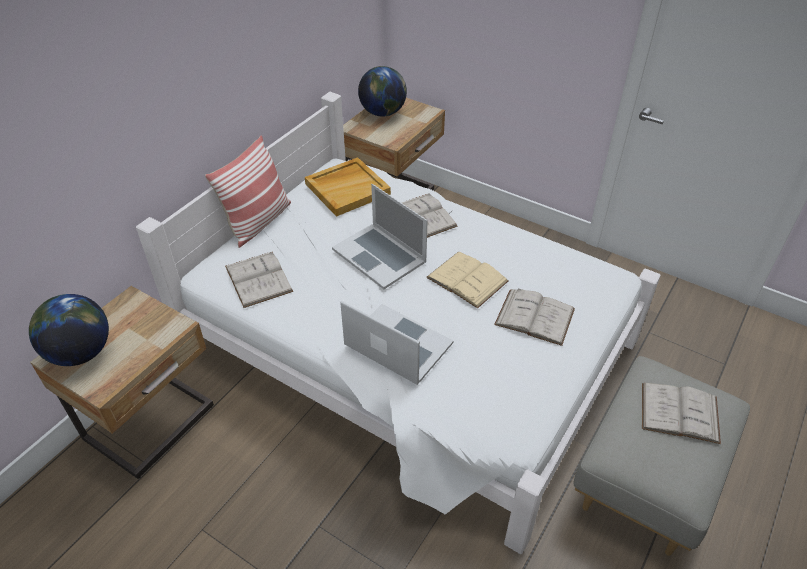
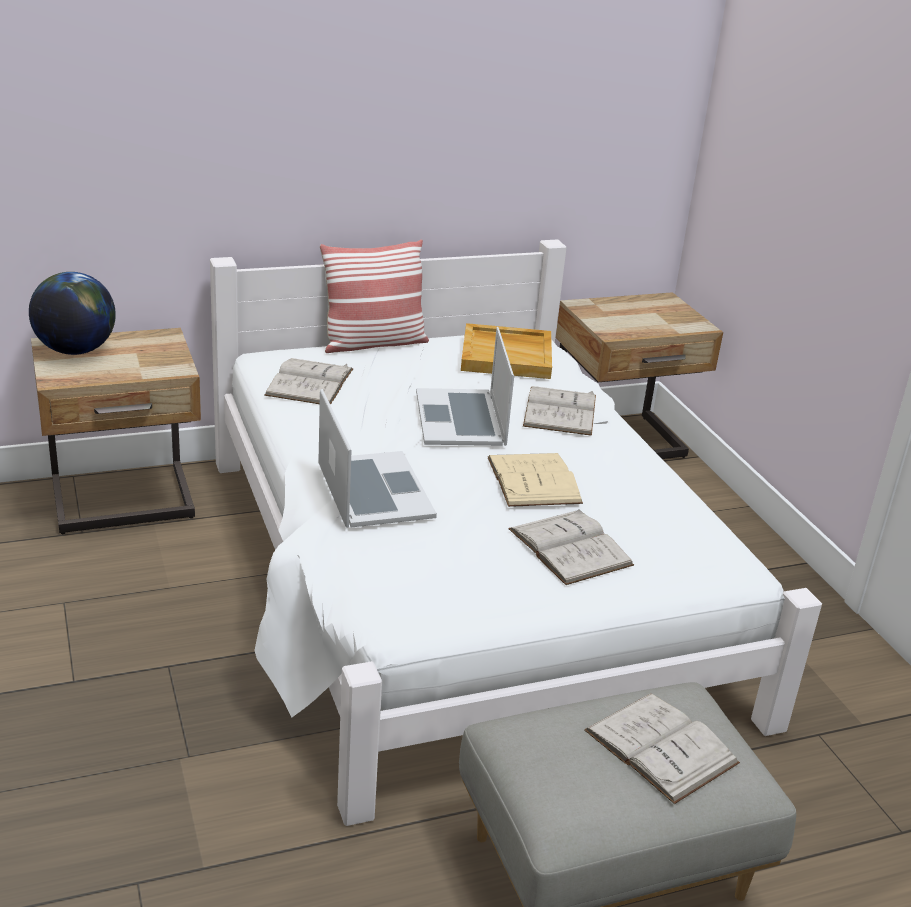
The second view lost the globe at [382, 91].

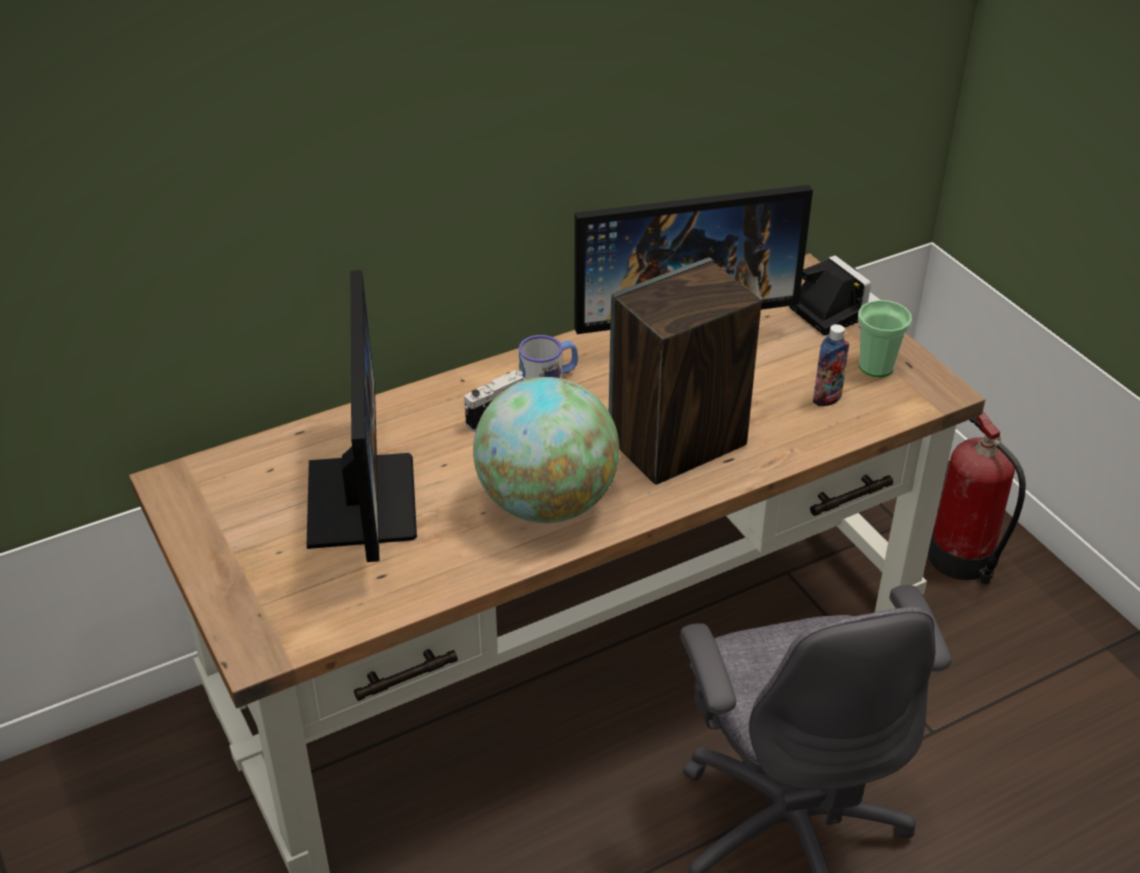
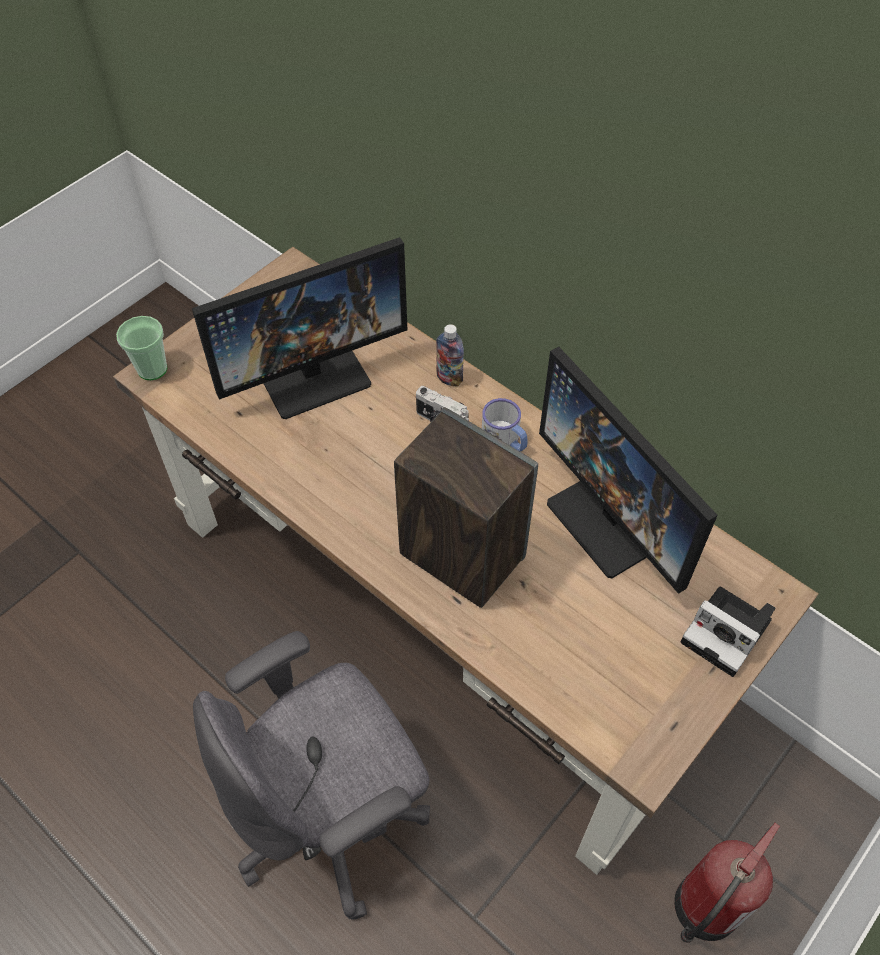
The second view lost the globe at [546, 450]. The photo camera at [834, 295] ended up facing another way, 90 degrees clockwise from before. The bottle ended up elsewhere, having gone from [831, 365] to [450, 355]. The cup ended up elsewhere, having gone from [885, 338] to [141, 348].

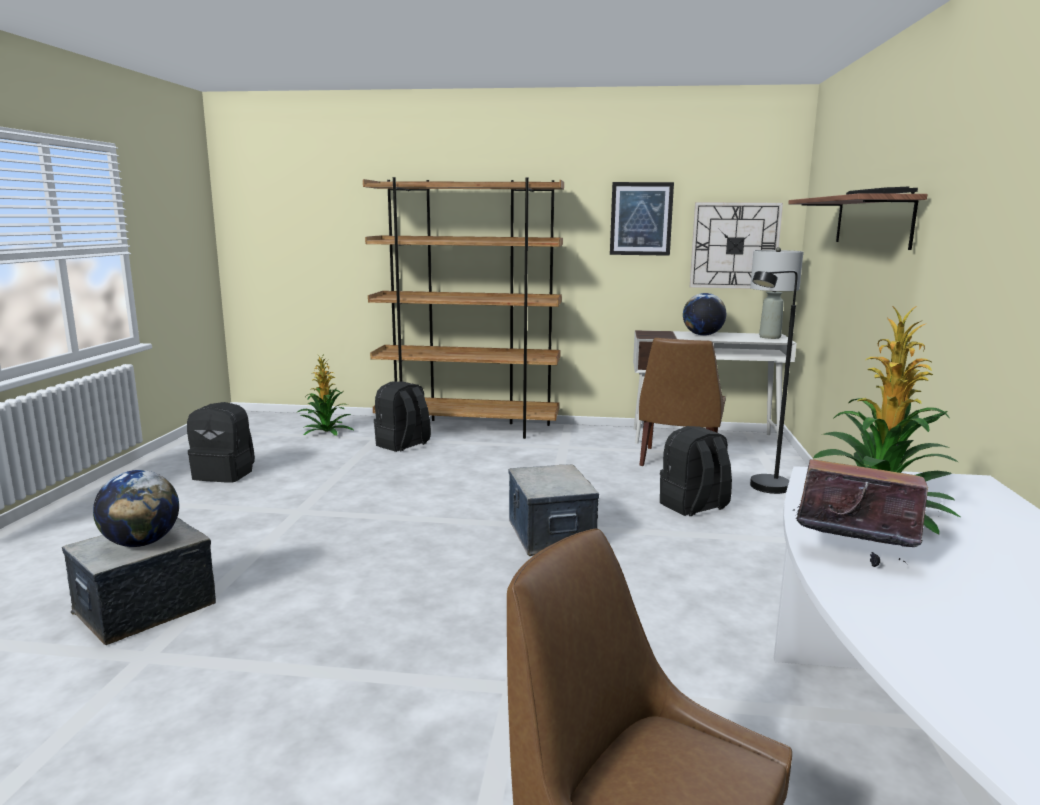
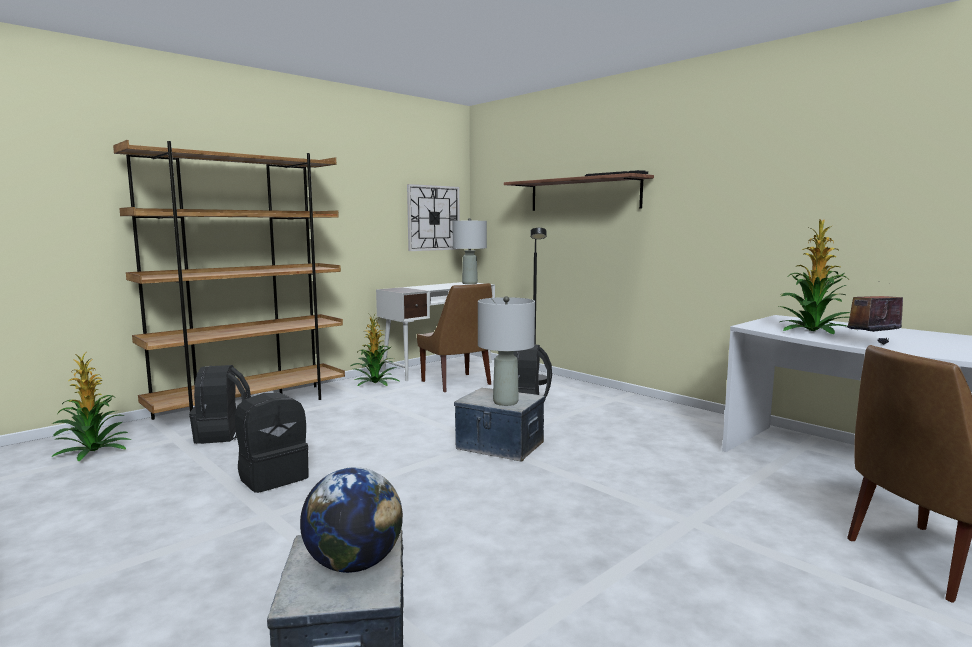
The black backpack ended up elsewhere, having gone from [221, 442] to [272, 443]. The second view lost the picture at [642, 219]. The second view lost the globe at [704, 314]. The second view gained the potted plant at [375, 350]. The second view gained the grey table lamp at [506, 351].

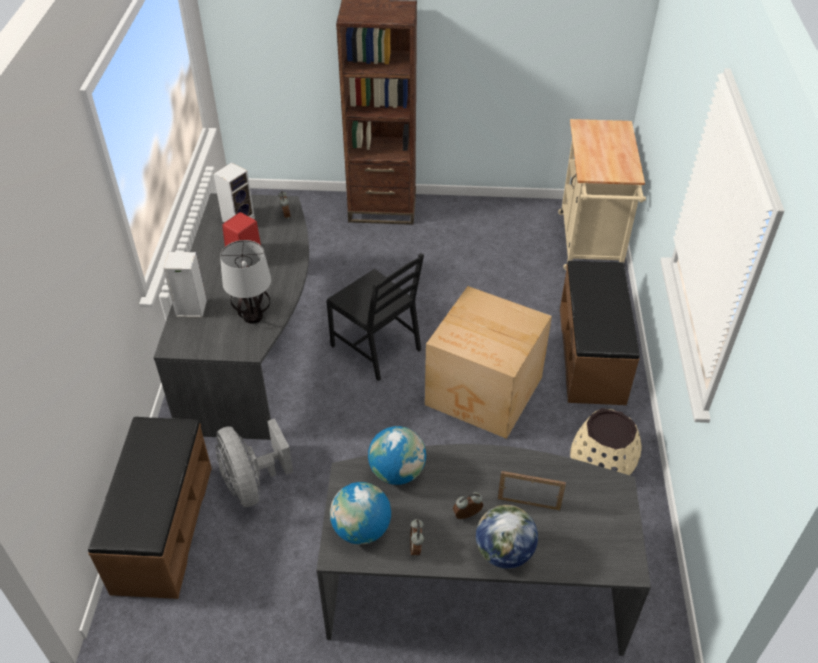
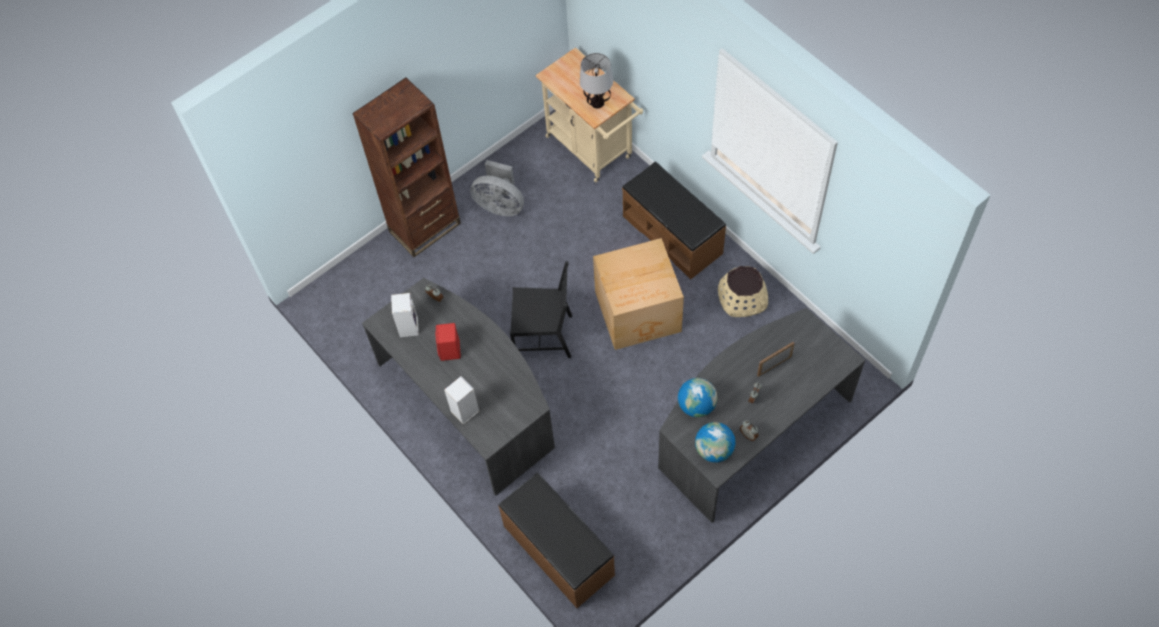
The grey fan ended up elsewhere, having gone from [254, 462] to [497, 188]. The table lamp ended up elsewhere, having gone from [245, 282] to [596, 80]. The second view lost the globe at [507, 537].

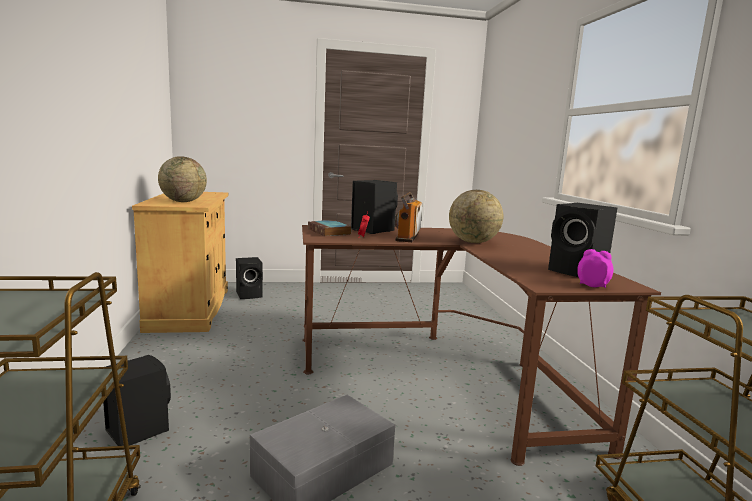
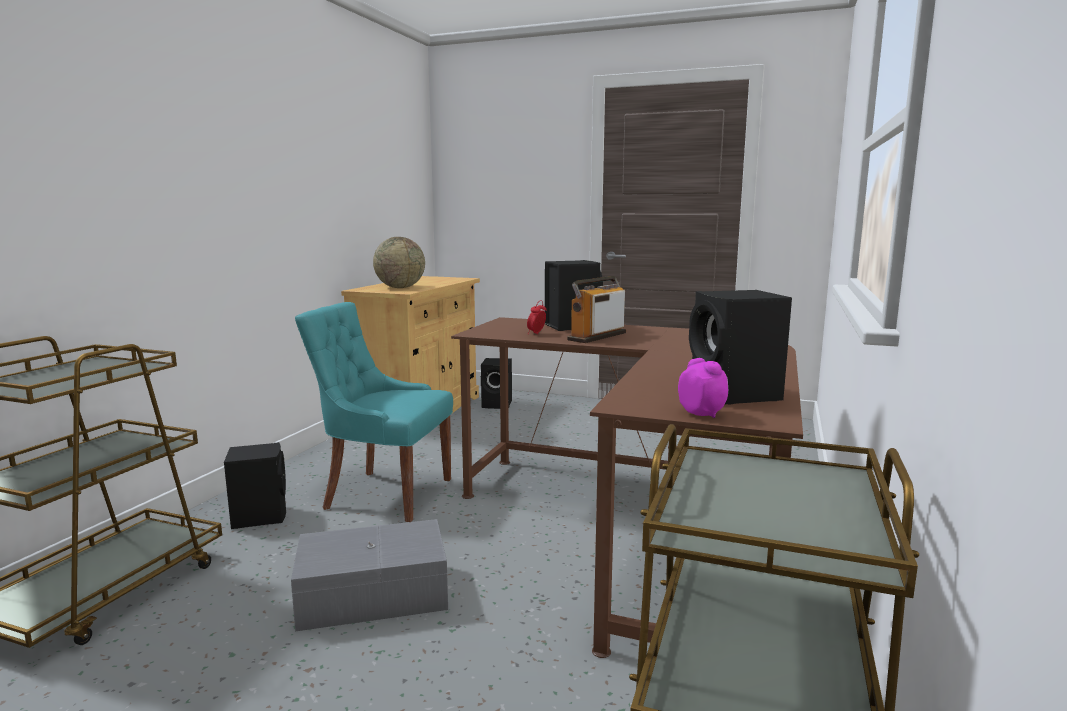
The second view lost the book at [330, 228]. The second view lost the globe at [476, 216]. The second view gained the turquoise chair at [374, 412].

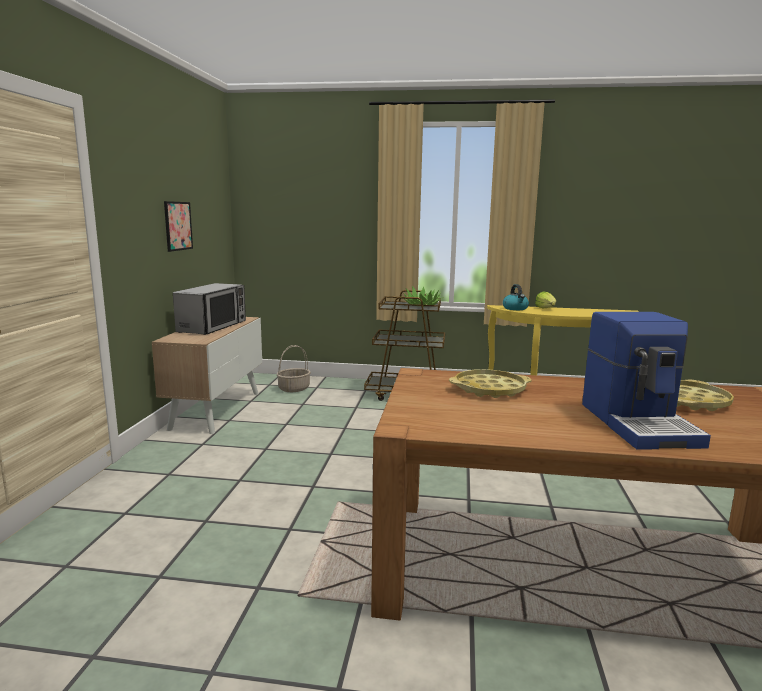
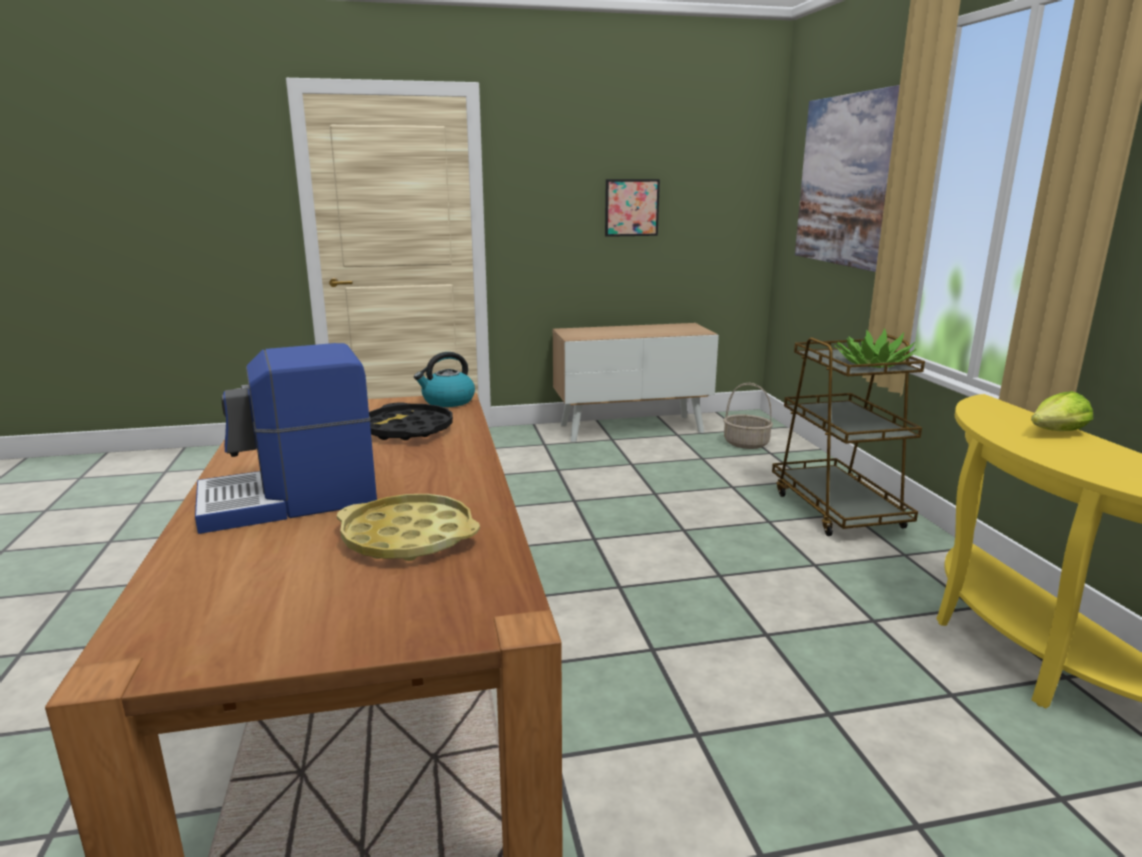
The second view lost the microwave at [209, 309]. What was the yellow tray at [490, 383] turned into the black tray at [411, 421]. The kettle ended up elsewhere, having gone from [516, 297] to [444, 379]. The second view gained the picture at [847, 178].

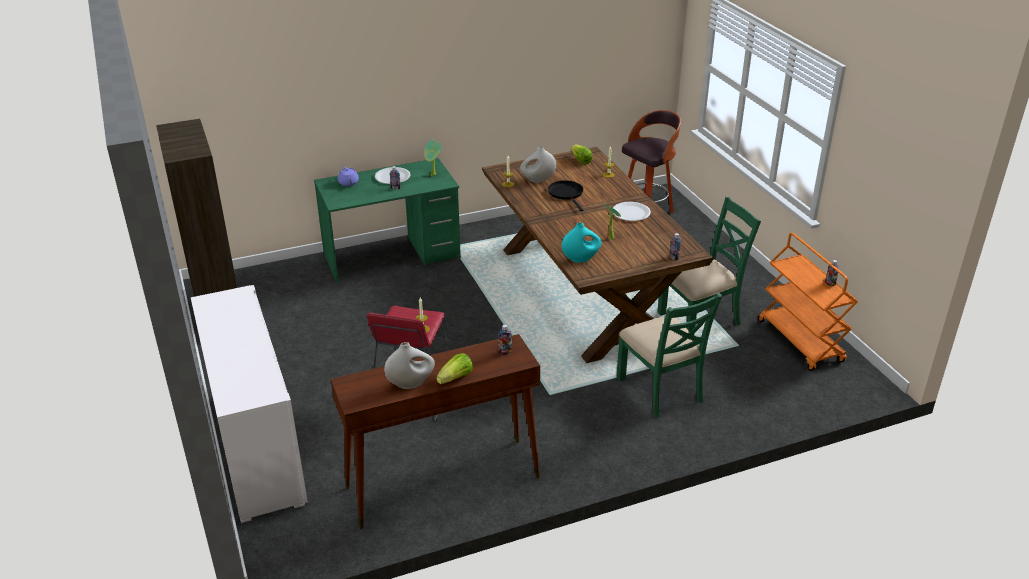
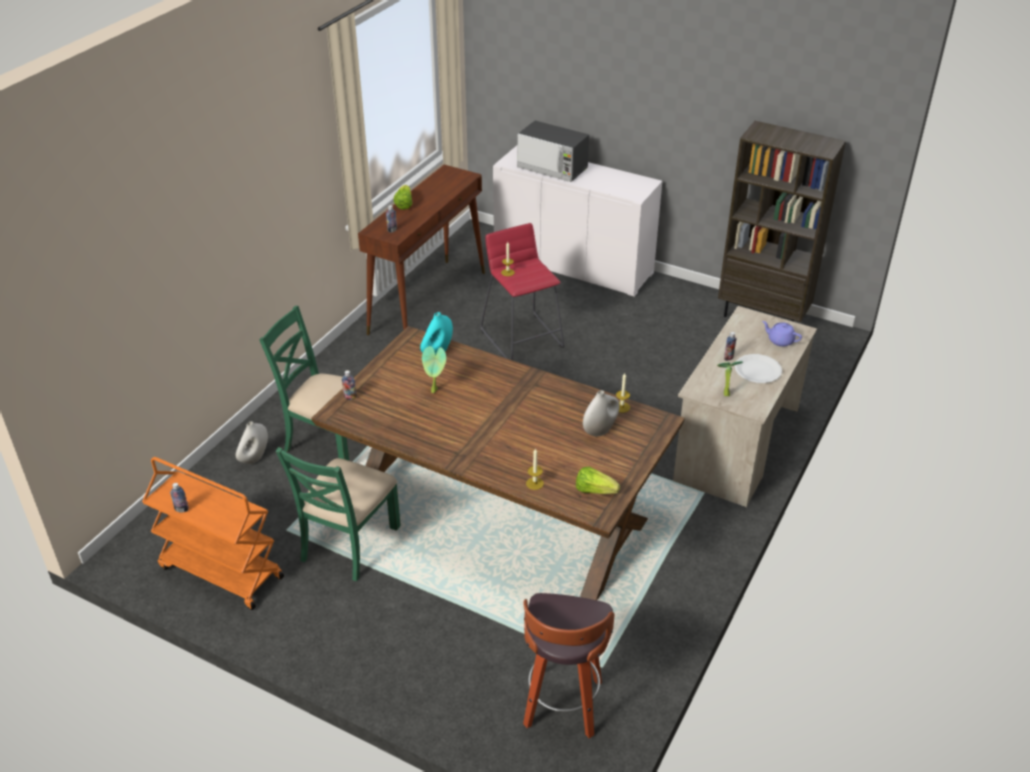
What was the green desk at [387, 221] turned into the beige desk at [745, 406]. The white vase ended up elsewhere, having gone from [409, 365] to [252, 442]. The second view lost the black frying pan at [565, 195]. The second view lost the white plate at [632, 211]. The second view gained the microwave at [553, 151].

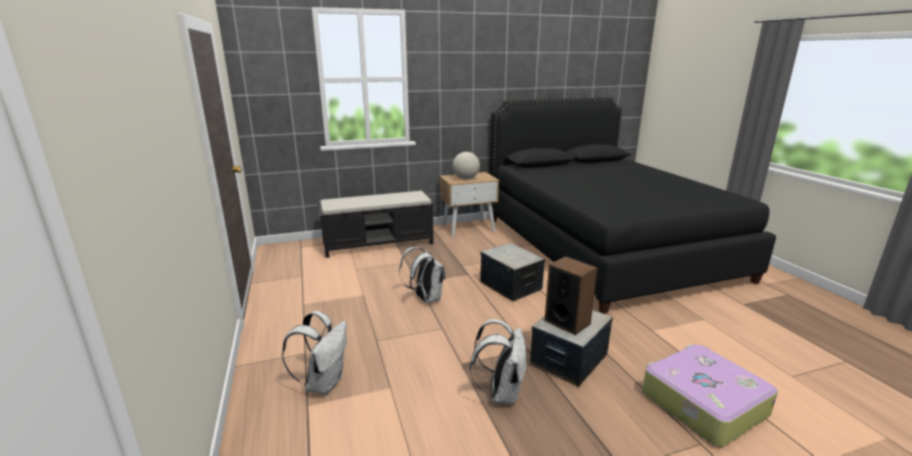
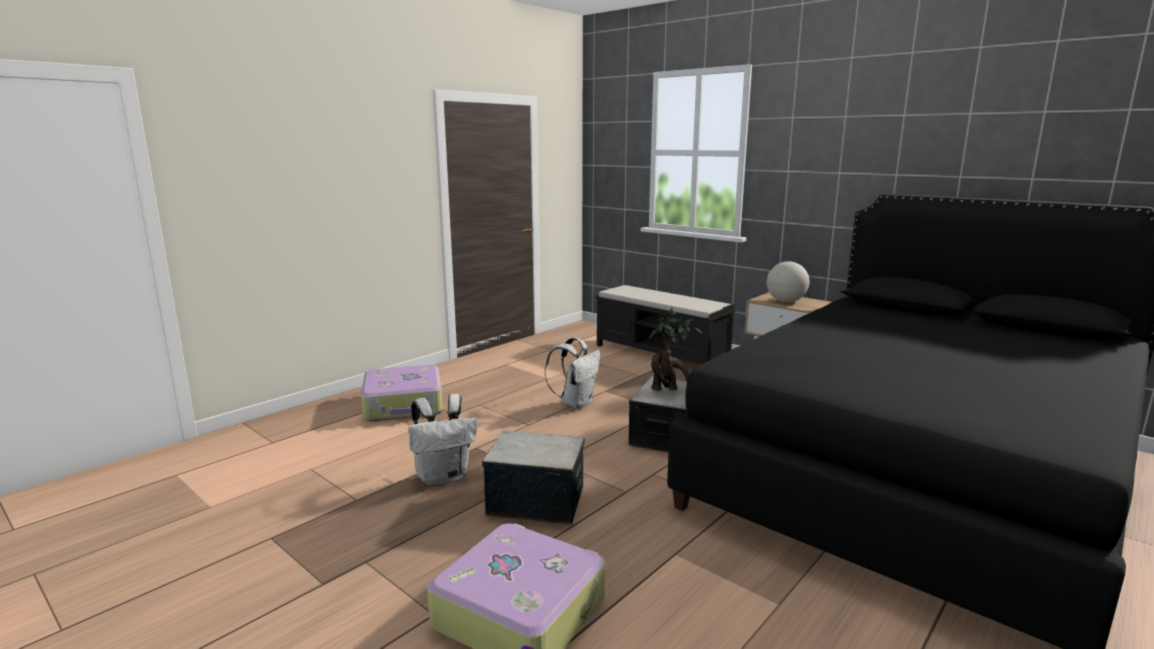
Where the white backpack stood at [314, 353], the suitcase came to stand at [402, 393]. The second view lost the speaker at [571, 295]. The second view gained the potted plant at [676, 349].

